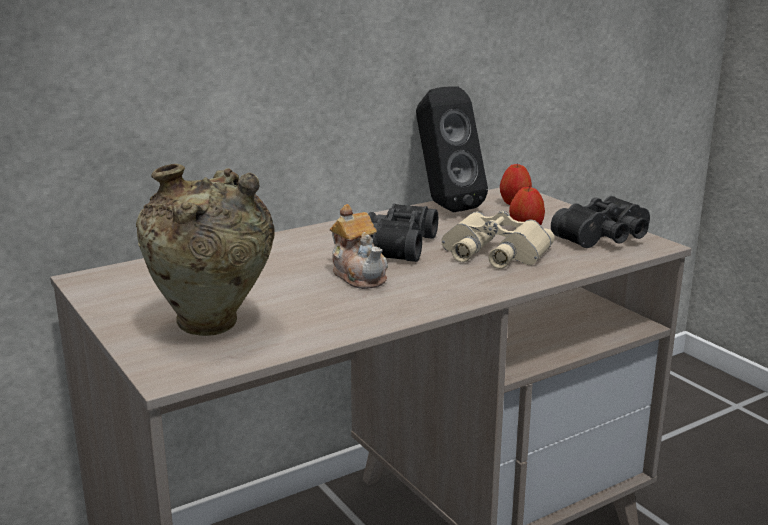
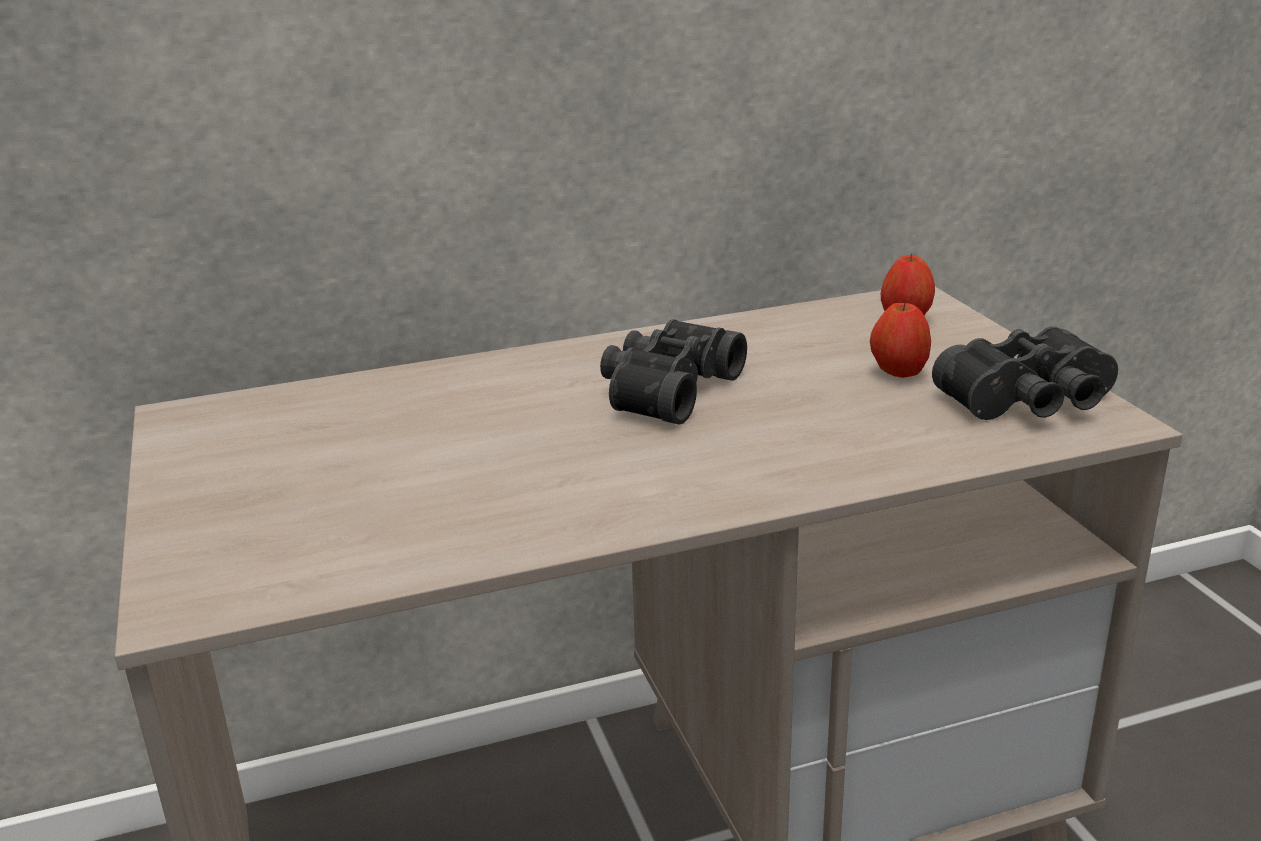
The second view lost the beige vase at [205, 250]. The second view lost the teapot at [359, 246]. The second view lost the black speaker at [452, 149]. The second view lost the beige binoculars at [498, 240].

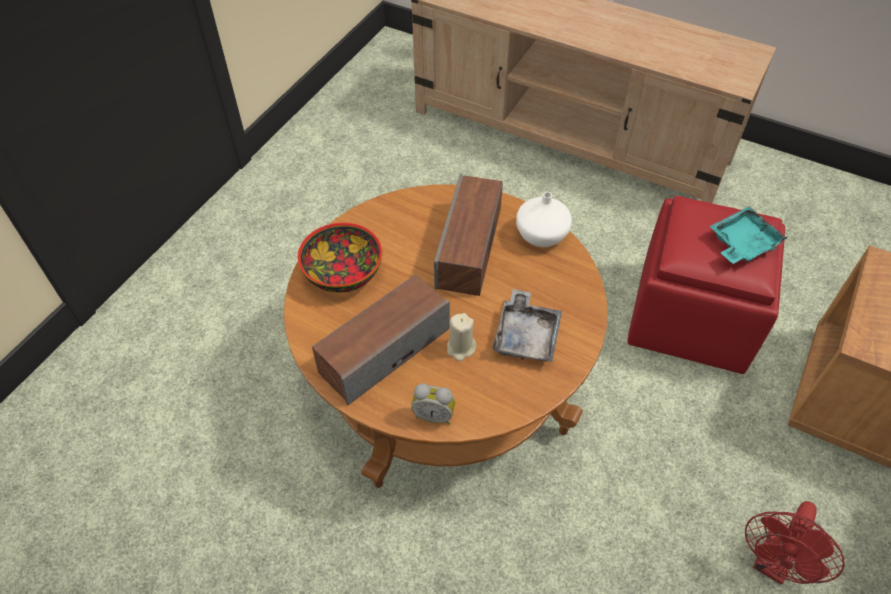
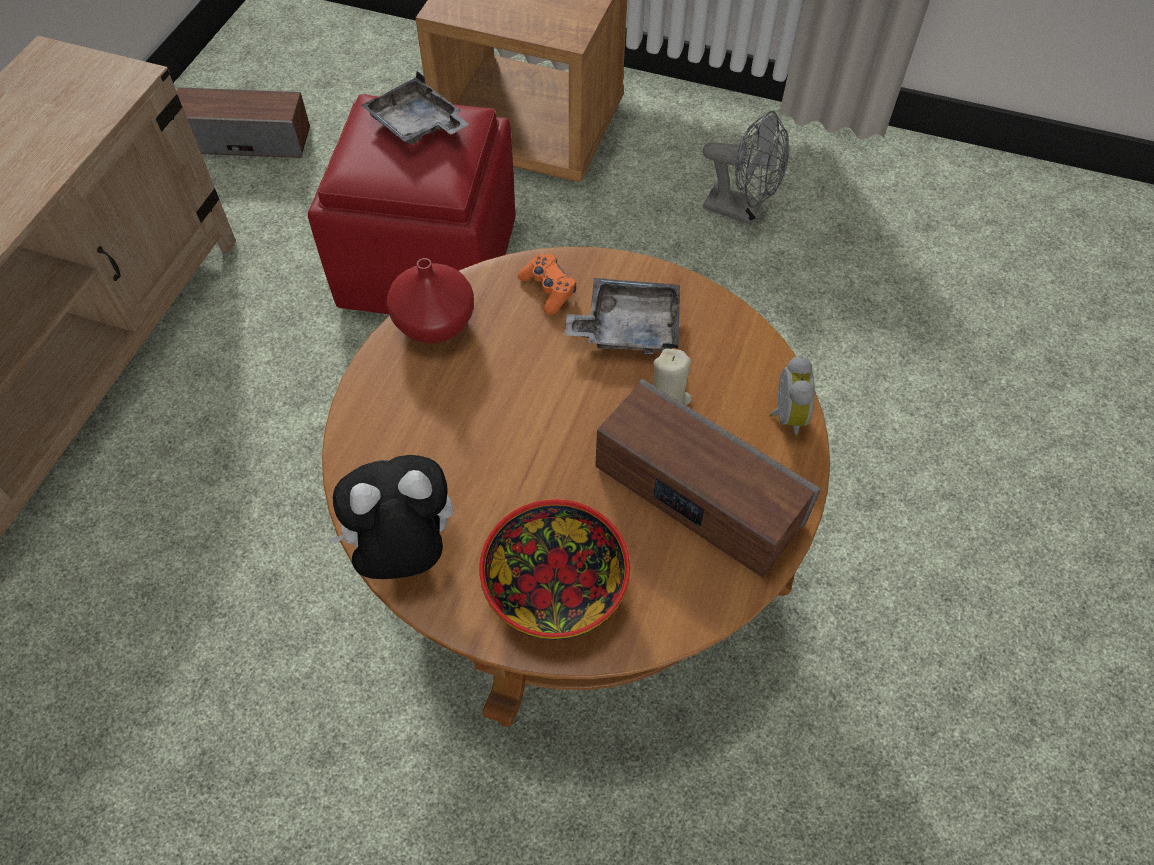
The speaker ended up elsewhere, having gone from [468, 235] to [243, 122]. What was the white vase at [544, 219] turned into the red vase at [430, 300]. What was the turquoise tray at [749, 235] turned into the grey tray at [415, 108]. What was the red fan at [795, 543] turned into the grey fan at [746, 168]. The second view gained the plush toy at [391, 517]. The second view gained the orange game controller at [546, 284].

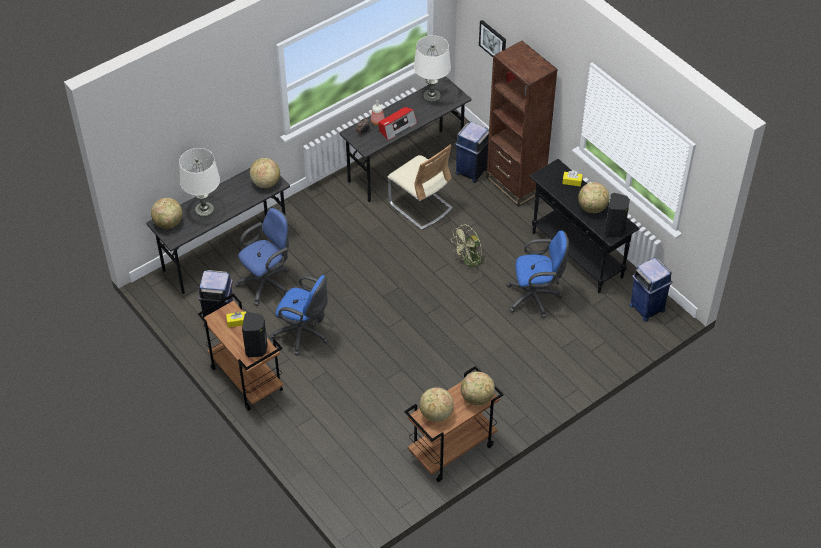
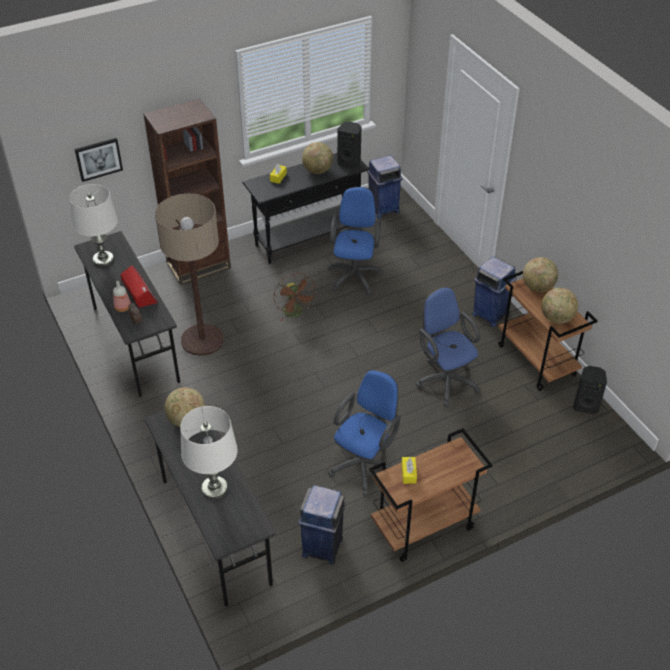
The second view lost the globe at [166, 213]. The blue office chair ended up elsewhere, having gone from [262, 257] to [448, 346]. The black speaker ended up elsewhere, having gone from [255, 334] to [590, 390]. Where the beige chair stood at [420, 187], the floor lamp came to stand at [189, 274]. What was the green fan at [469, 247] turned into the brown fan at [295, 297]. The blue trash can ended up elsewhere, having gone from [472, 152] to [494, 292].

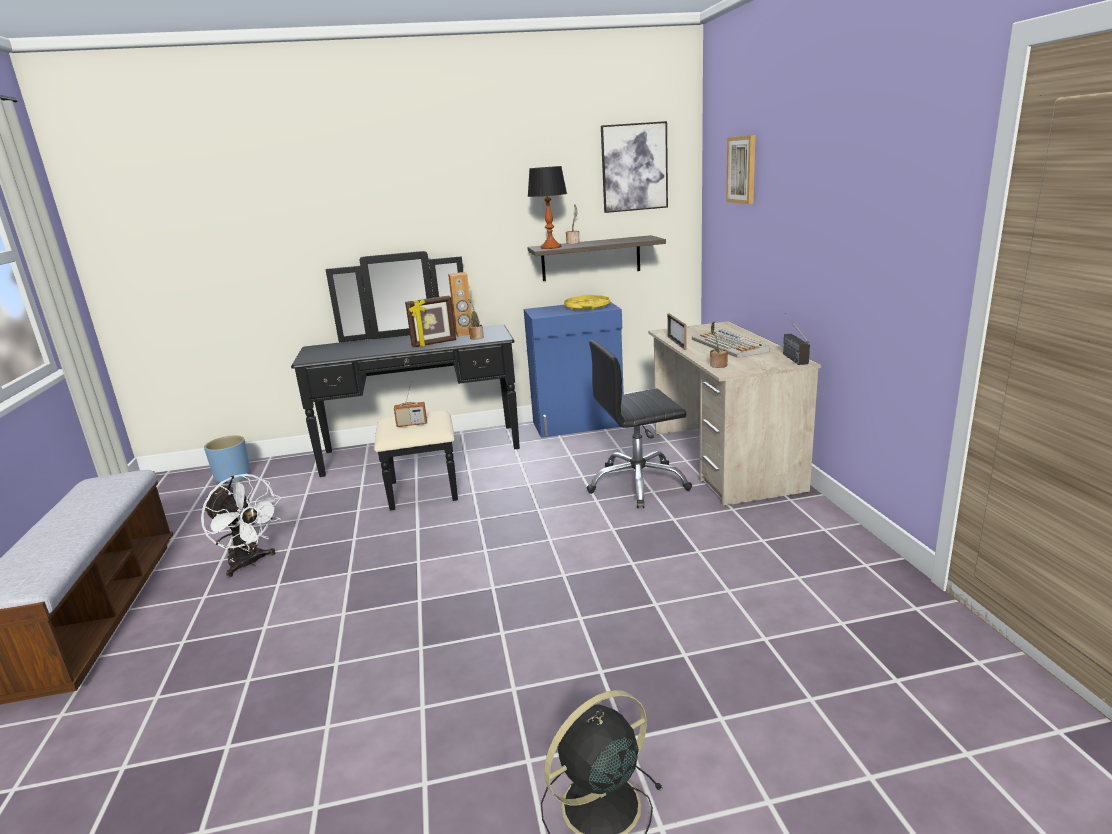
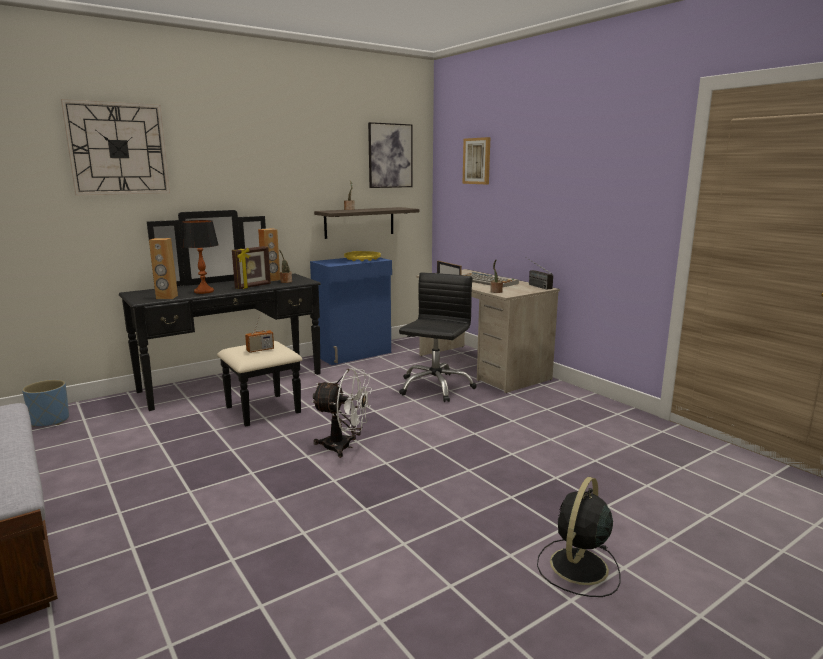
The white fan ended up elsewhere, having gone from [241, 525] to [341, 413]. The table lamp ended up elsewhere, having gone from [547, 207] to [199, 257]. The black office chair at [639, 424] ended up facing another way, 150 degrees clockwise from before. The second view gained the wall clock at [115, 147]. The second view gained the brown speaker at [163, 268].

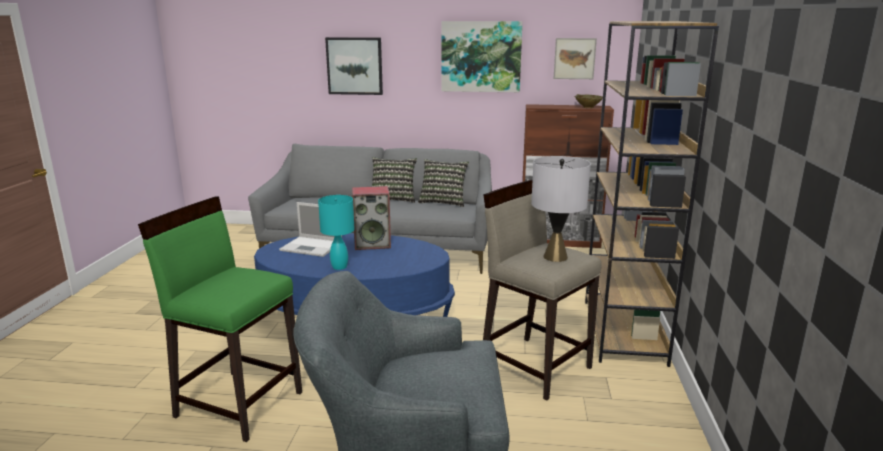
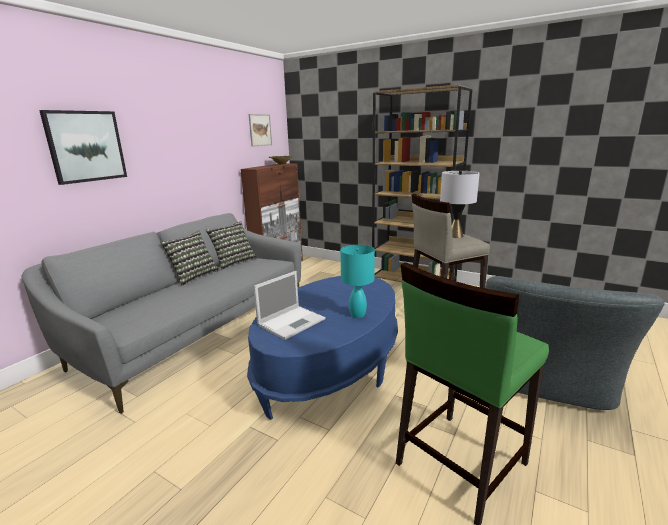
The second view lost the speaker at [371, 218]. The second view lost the picture at [482, 56].

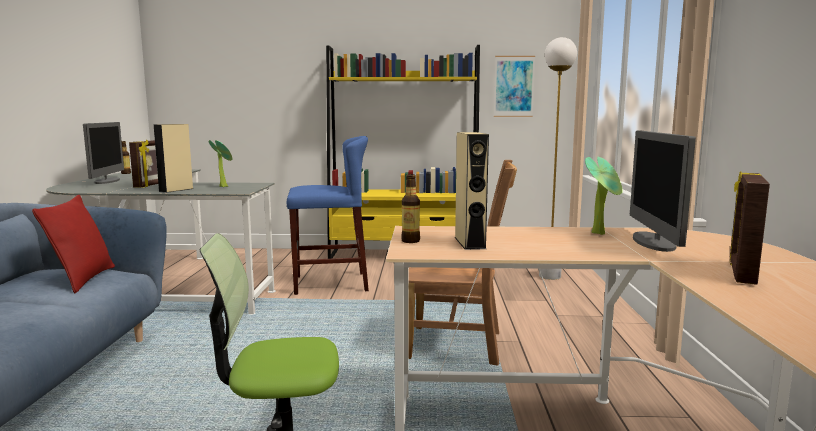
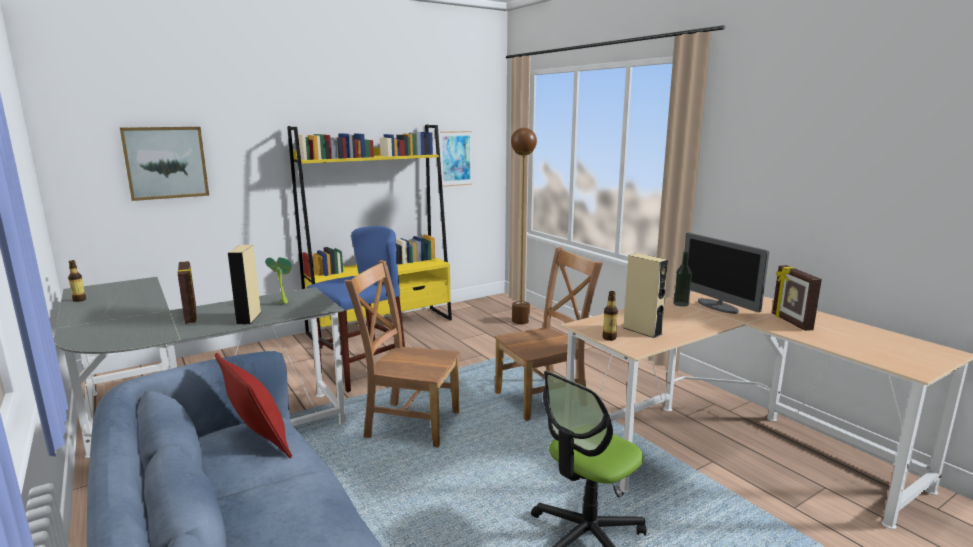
The second view lost the monitor at [103, 153]. What was the white floor lamp at [558, 158] turned into the brown floor lamp at [524, 226]. Where the potted plant stood at [604, 196], the bottle came to stand at [682, 279]. The second view gained the picture at [164, 164]. The second view gained the brown chair at [402, 354].

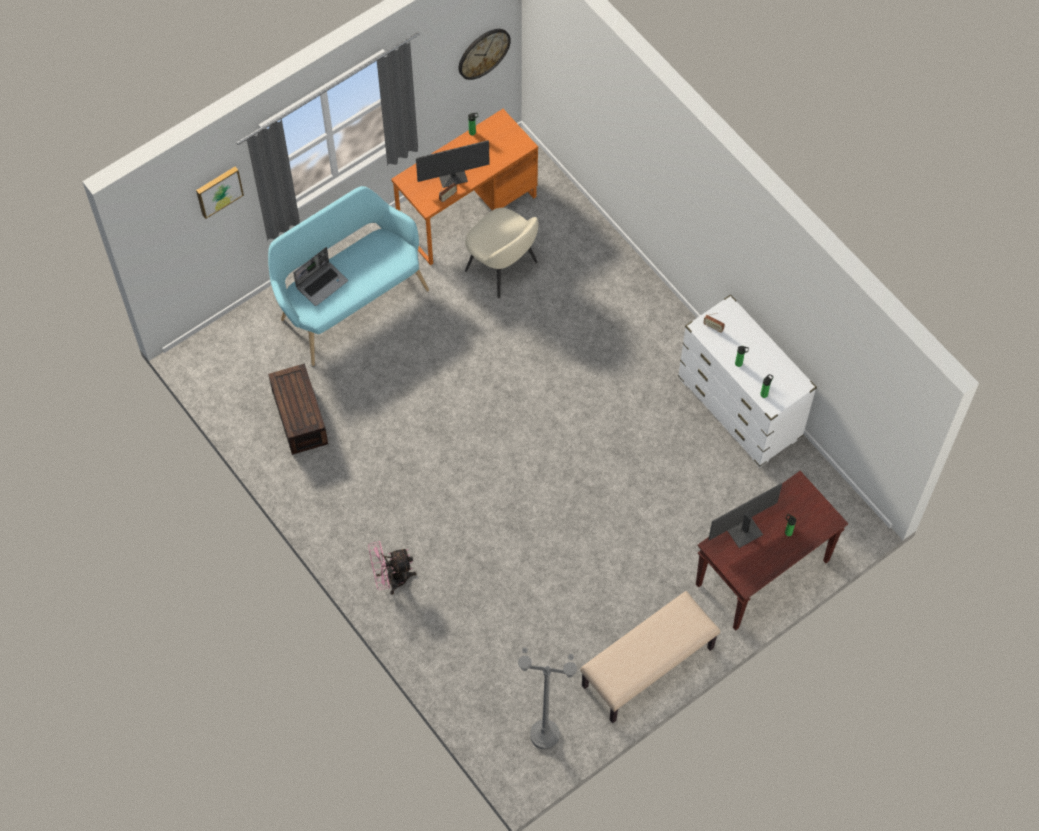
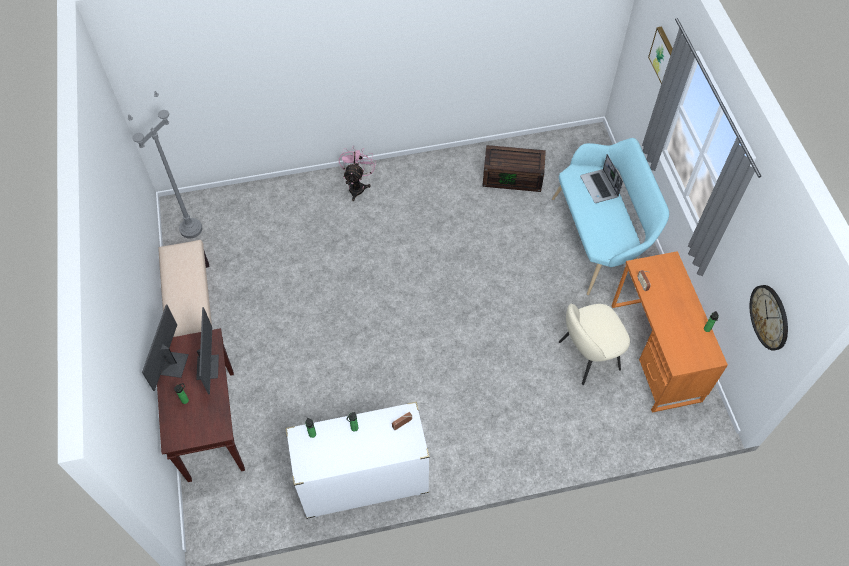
The monitor ended up elsewhere, having gone from [453, 164] to [165, 348].

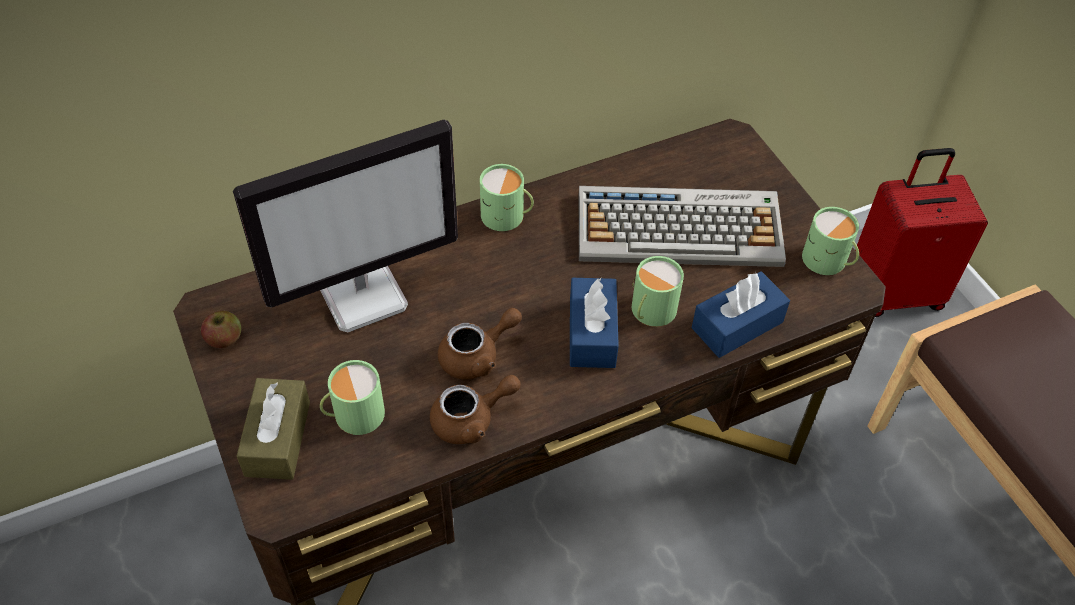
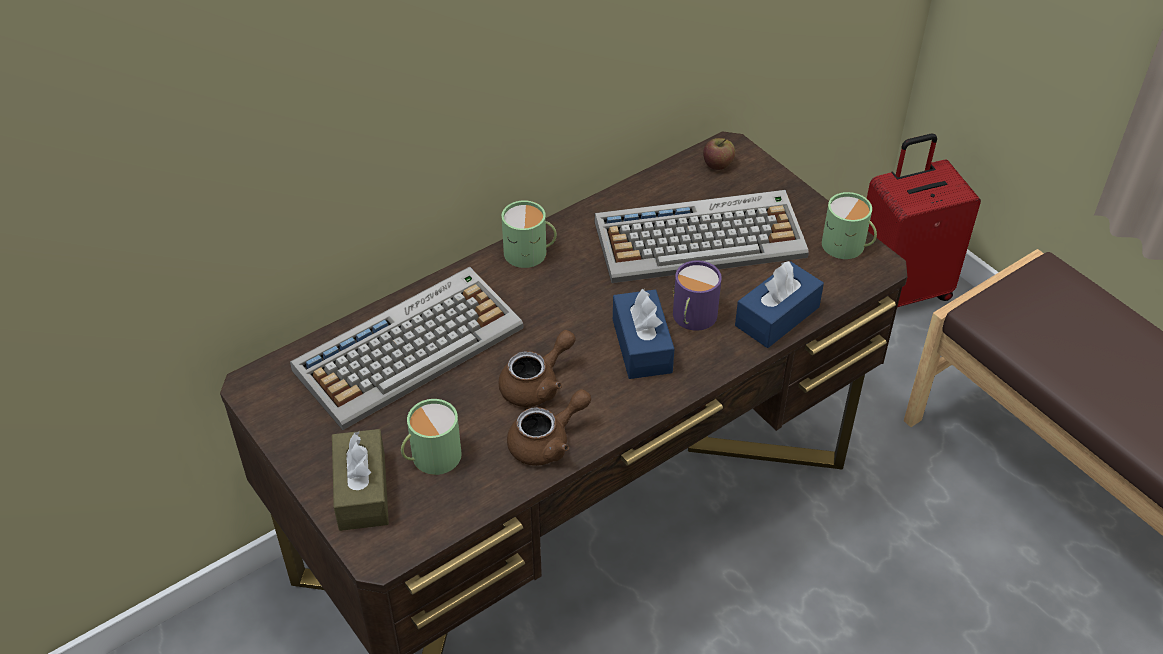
The apple ended up elsewhere, having gone from [221, 329] to [719, 154]. Where the monitor stood at [345, 225], the keyboard came to stand at [406, 348]. What was the green mug at [658, 291] turned into the purple mug at [697, 295].

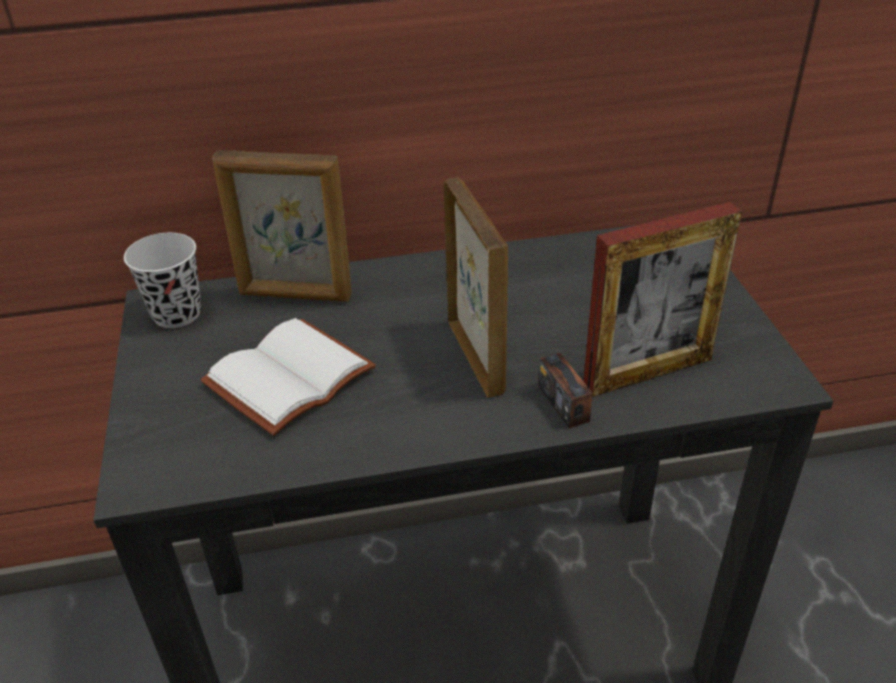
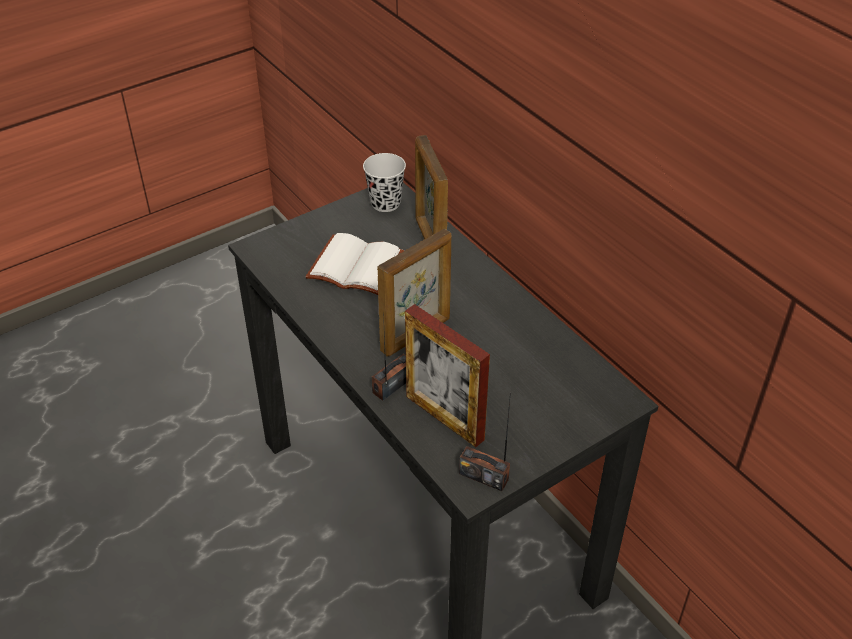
The second view gained the radio at [485, 441].

